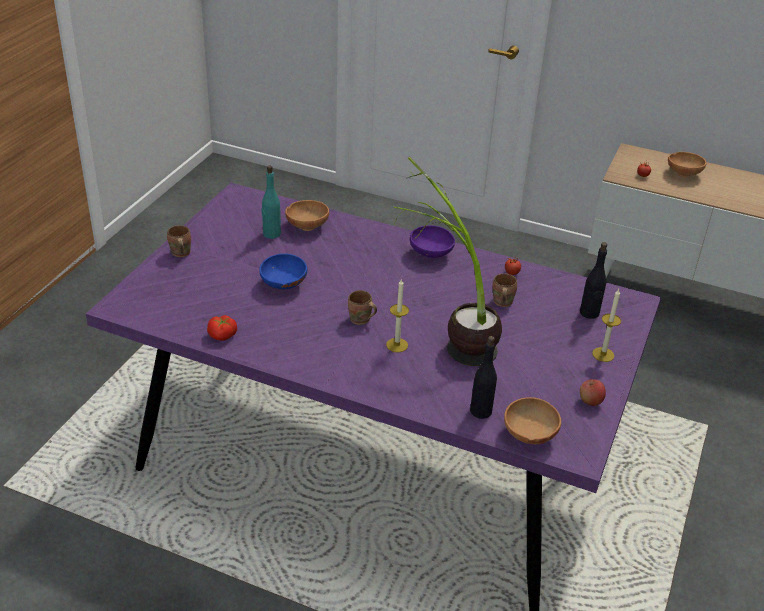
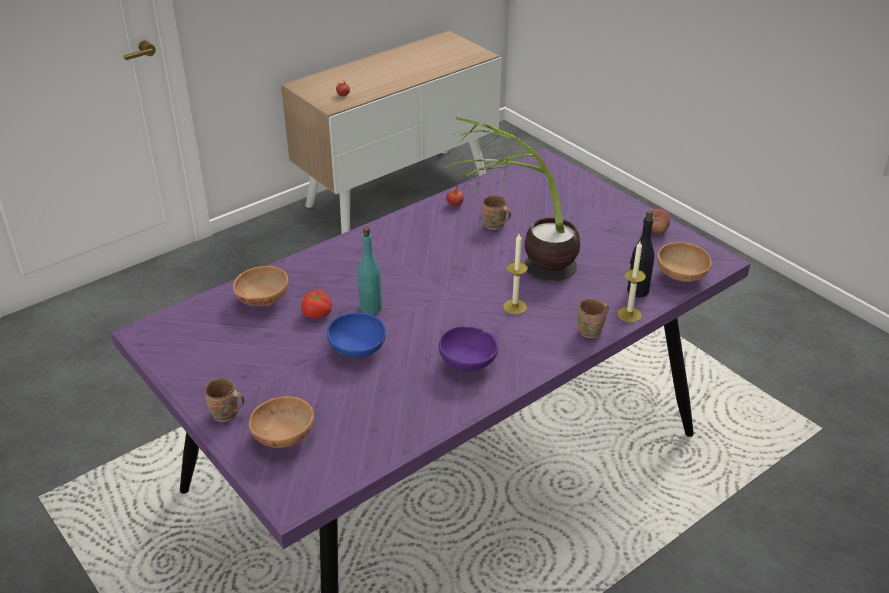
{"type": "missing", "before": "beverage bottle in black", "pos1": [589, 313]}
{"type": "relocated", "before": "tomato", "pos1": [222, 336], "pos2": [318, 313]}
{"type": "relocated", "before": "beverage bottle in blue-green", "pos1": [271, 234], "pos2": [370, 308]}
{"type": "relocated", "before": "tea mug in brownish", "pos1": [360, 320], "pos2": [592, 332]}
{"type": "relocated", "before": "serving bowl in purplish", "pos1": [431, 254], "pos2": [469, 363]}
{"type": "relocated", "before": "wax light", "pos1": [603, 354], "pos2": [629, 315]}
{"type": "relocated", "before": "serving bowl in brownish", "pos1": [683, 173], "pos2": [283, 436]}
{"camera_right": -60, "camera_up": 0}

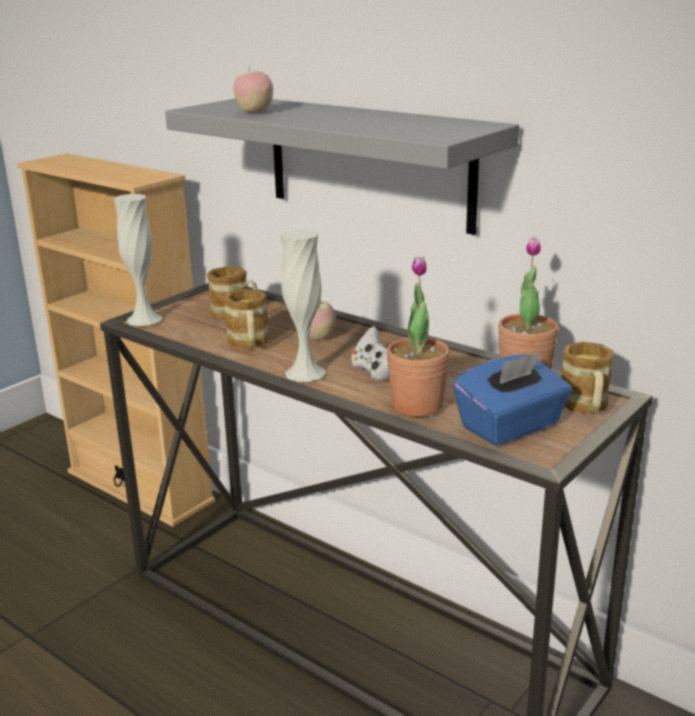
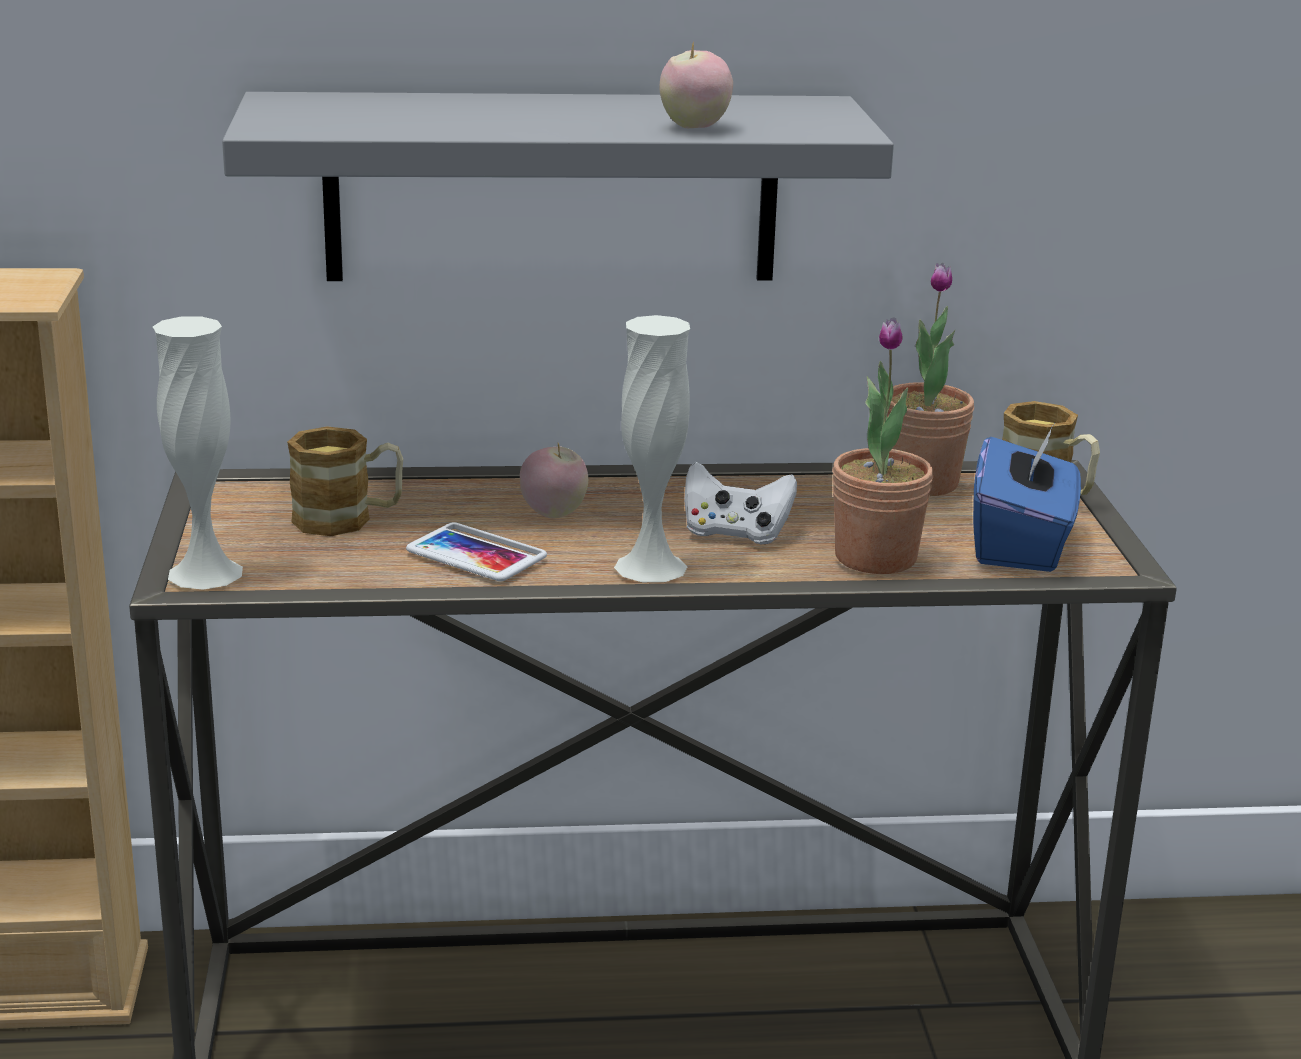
{"type": "relocated", "before": "apple", "pos1": [254, 112], "pos2": [694, 127]}
{"type": "exchanged", "before": "tea mug", "after": "phone", "pos1": [249, 343], "pos2": [476, 554]}
{"camera_right": -45, "camera_up": 0}

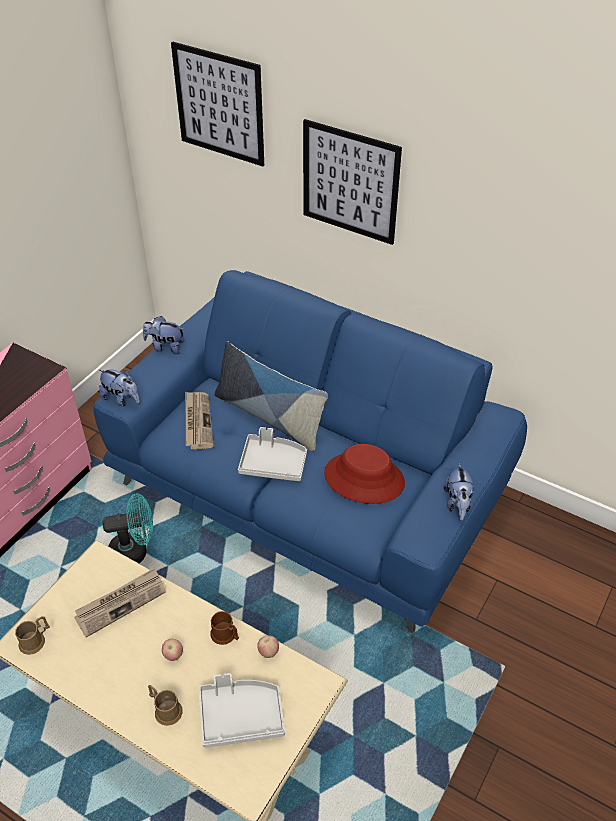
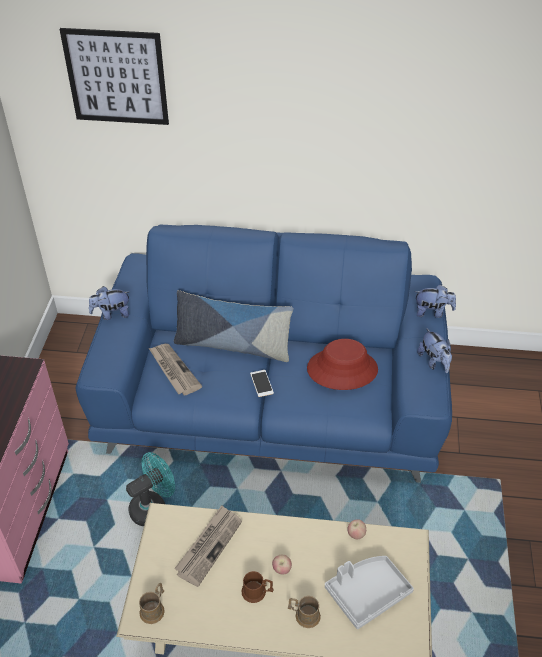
{"type": "missing", "before": "wall picture", "pos1": [350, 182]}
{"type": "relocated", "before": "plush toy", "pos1": [121, 399], "pos2": [432, 312]}
{"type": "relocated", "before": "tea mug in brownish", "pos1": [226, 635], "pos2": [257, 592]}
{"type": "exchanged", "before": "tray in gray", "after": "phone", "pos1": [273, 464], "pos2": [261, 383]}
{"camera_right": -25, "camera_up": 0}

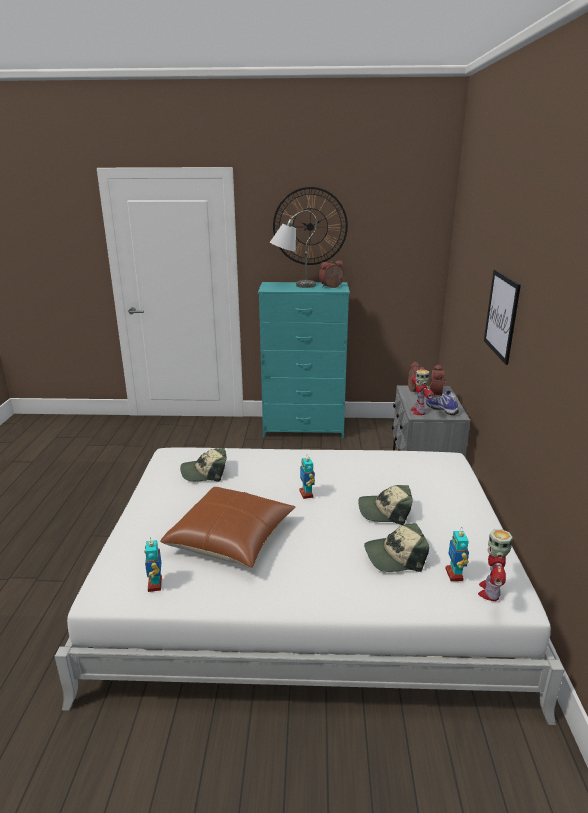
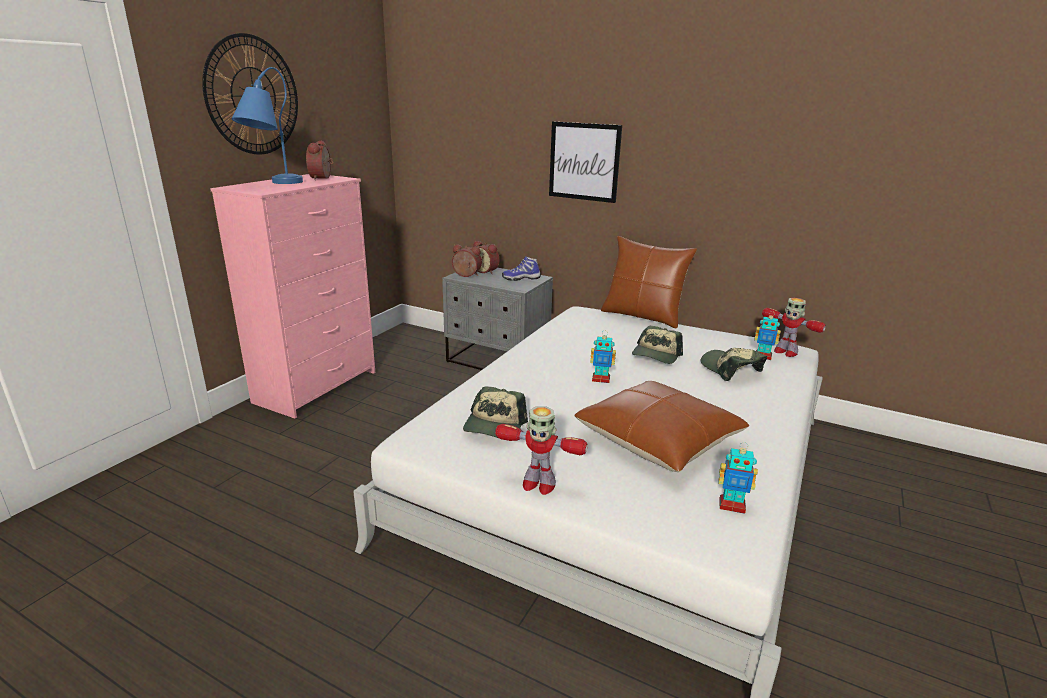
{"type": "appeared", "after": "pillow in brownish", "pos2": [642, 316]}
{"type": "relocated", "before": "robot figure", "pos1": [418, 411], "pos2": [538, 484]}
{"type": "colour", "before": "drawer chest in blue-green", "after": "drawer chest in pink-coloured", "pos1": [304, 428], "pos2": [318, 387]}
{"type": "colour", "before": "lamp for a table in gray", "after": "lamp for a table in bluish", "pos1": [292, 286], "pos2": [273, 184]}
{"type": "spun", "before": "baseball cap", "pos1": [395, 556], "pos2": [730, 369], "turn": 135}
{"camera_right": -65, "camera_up": 0}

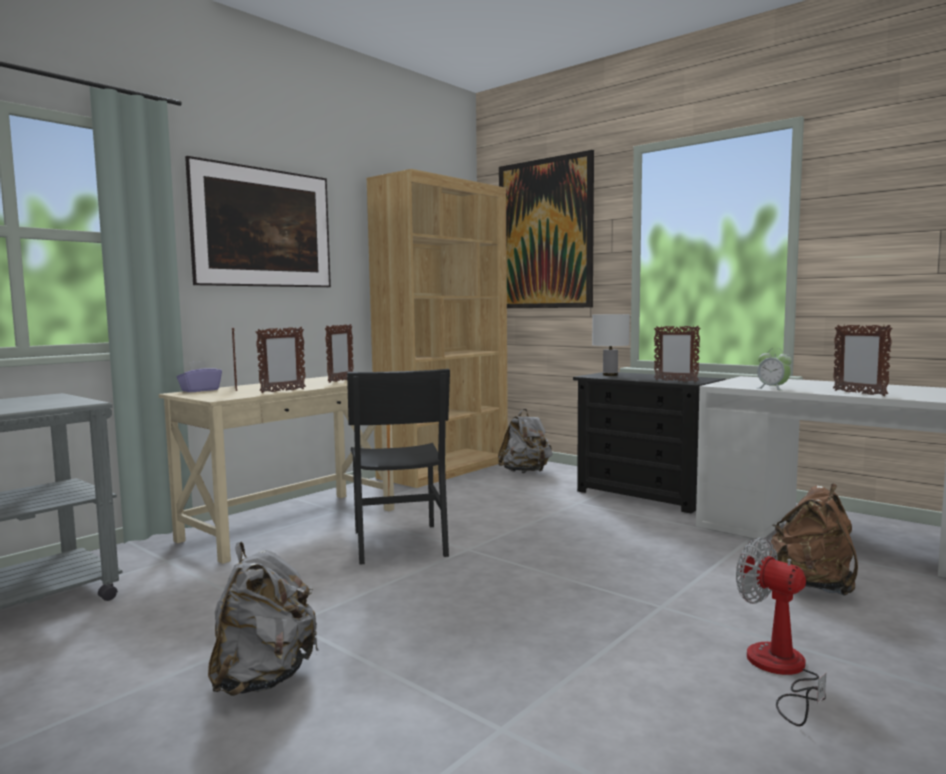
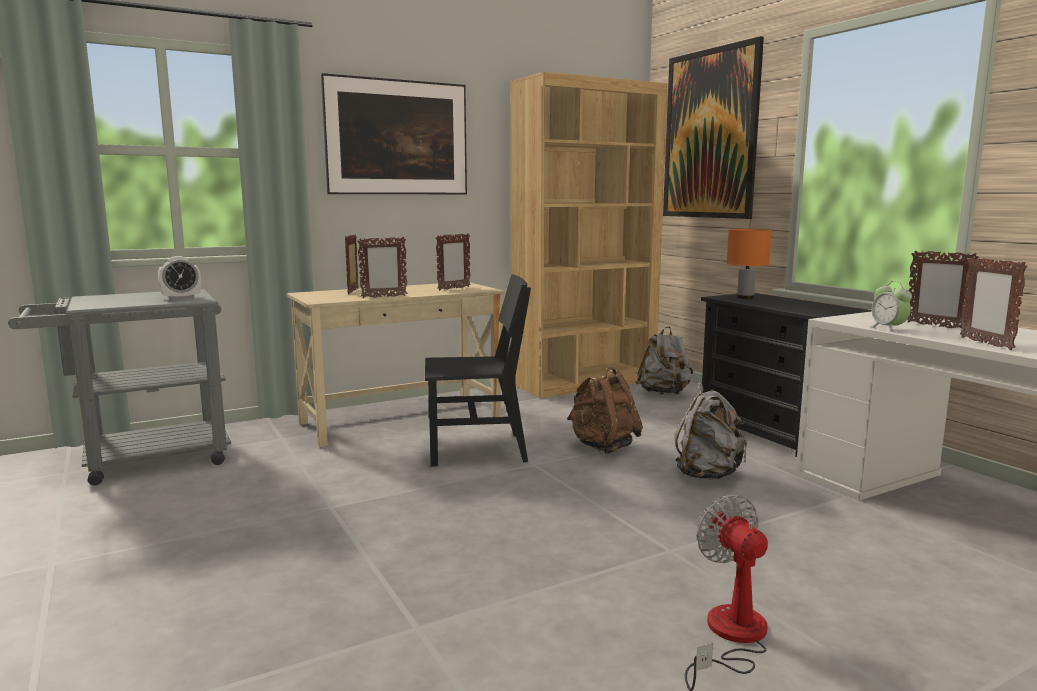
{"type": "missing", "before": "box of tissues in purplish", "pos1": [200, 390]}
{"type": "appeared", "after": "table clock", "pos2": [181, 298]}
{"type": "relocated", "before": "backpack in gray", "pos1": [263, 678], "pos2": [707, 475]}
{"type": "relocated", "before": "photo frame", "pos1": [675, 381], "pos2": [935, 326]}
{"type": "relocated", "before": "backpack in brownish", "pos1": [813, 585], "pos2": [603, 447]}
{"type": "colour", "before": "lamp for a table in whitish", "after": "lamp for a table in orange", "pos1": [610, 375], "pos2": [745, 297]}
{"type": "spun", "before": "upright chair in black", "pos1": [399, 543], "pos2": [477, 449], "turn": -105}
{"camera_right": 20, "camera_up": 5}

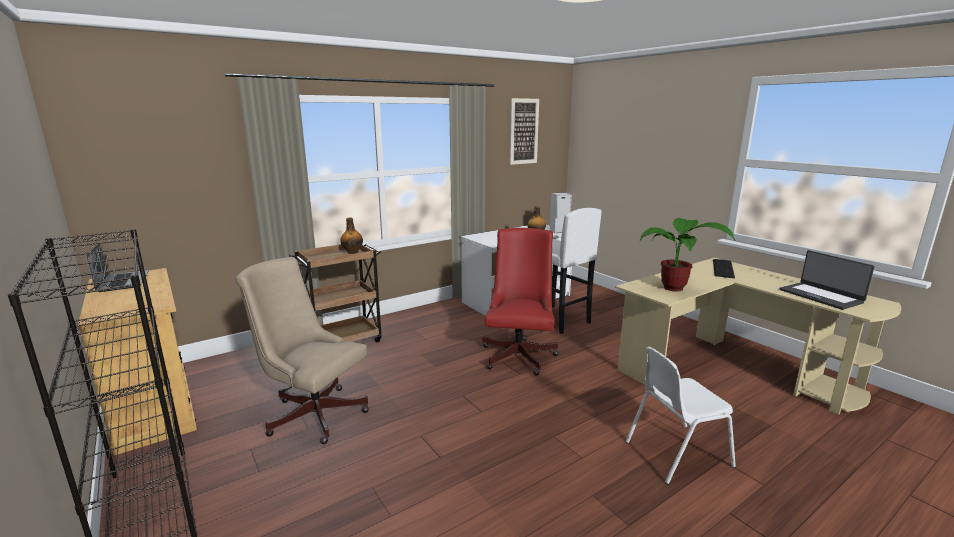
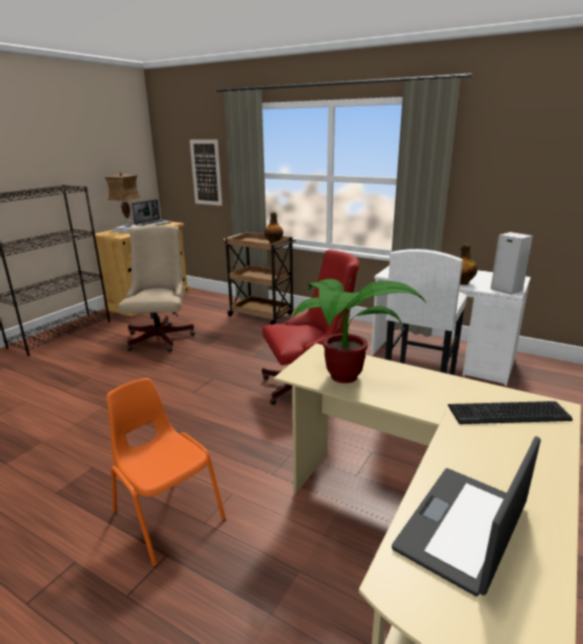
{"type": "appeared", "after": "lamp for a table", "pos2": [128, 230]}
{"type": "relocated", "before": "wall picture", "pos1": [524, 131], "pos2": [206, 172]}
{"type": "colour", "before": "upright chair in whitish", "after": "upright chair in orange", "pos1": [675, 453], "pos2": [167, 515]}
{"camera_right": 65, "camera_up": 5}

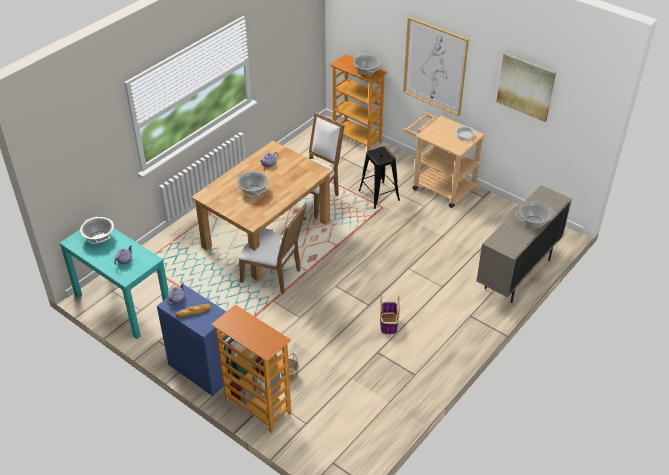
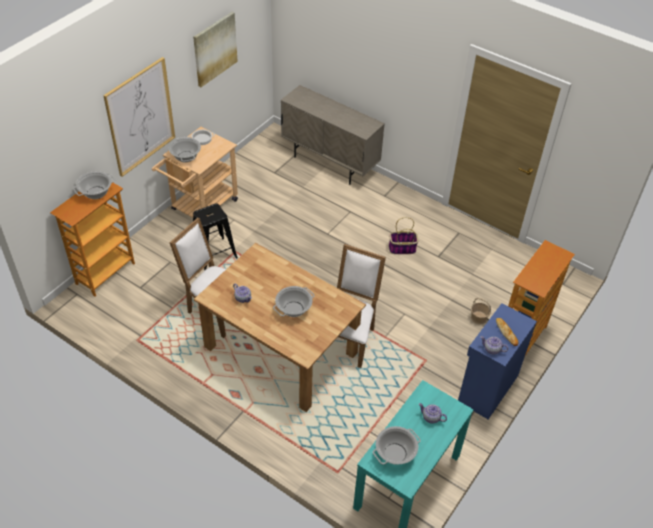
{"type": "relocated", "before": "stockpot", "pos1": [533, 222], "pos2": [186, 157]}
{"camera_right": -95, "camera_up": 5}

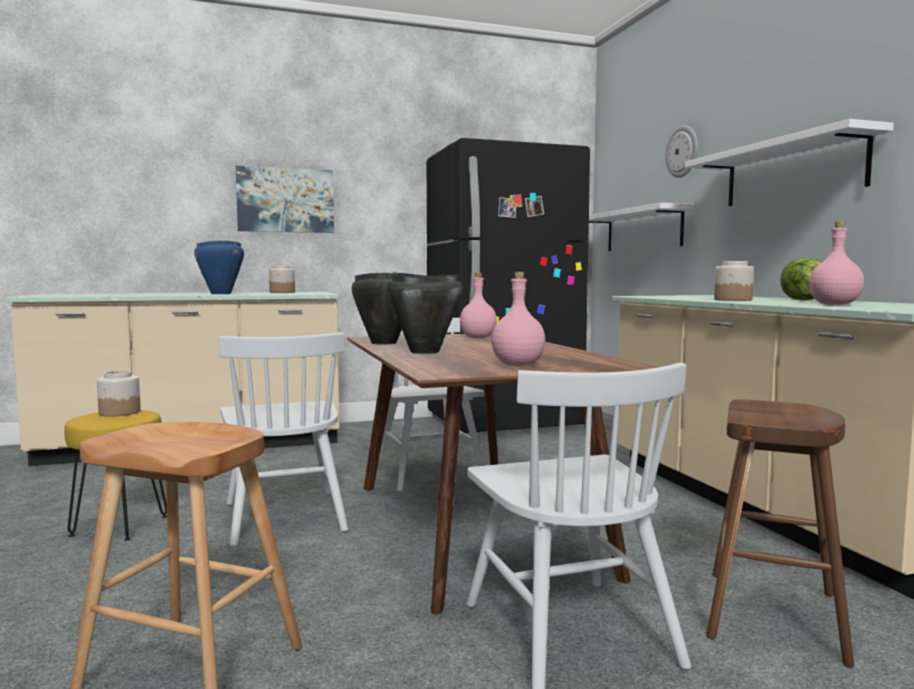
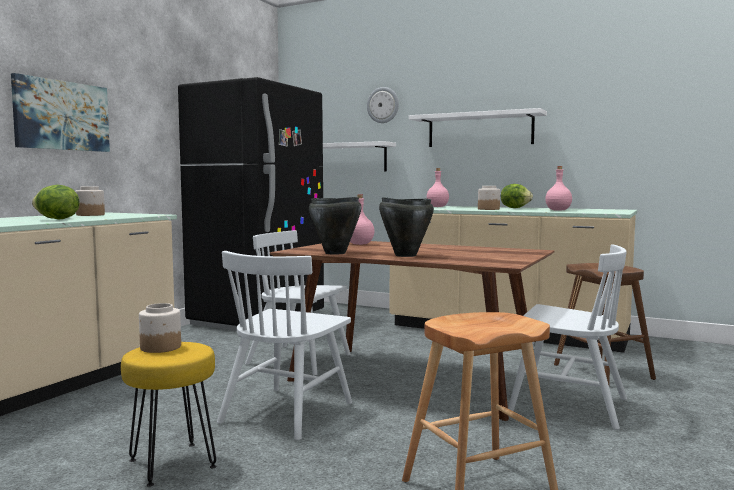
{"type": "relocated", "before": "beverage bottle in pink-coloured", "pos1": [519, 365], "pos2": [438, 207]}
{"type": "exchanged", "before": "stockpot in bluish", "after": "head of lettuce", "pos1": [220, 294], "pos2": [56, 219]}
{"type": "spun", "before": "upright chair in whitish", "pos1": [284, 516], "pos2": [287, 412], "turn": 90}
{"camera_right": -45, "camera_up": 0}

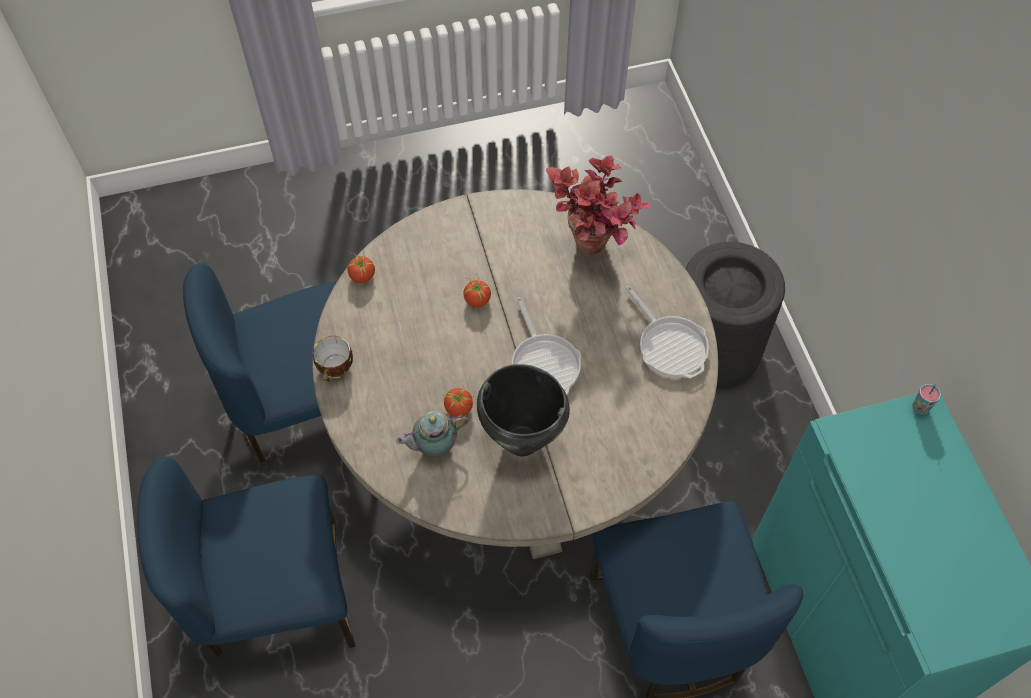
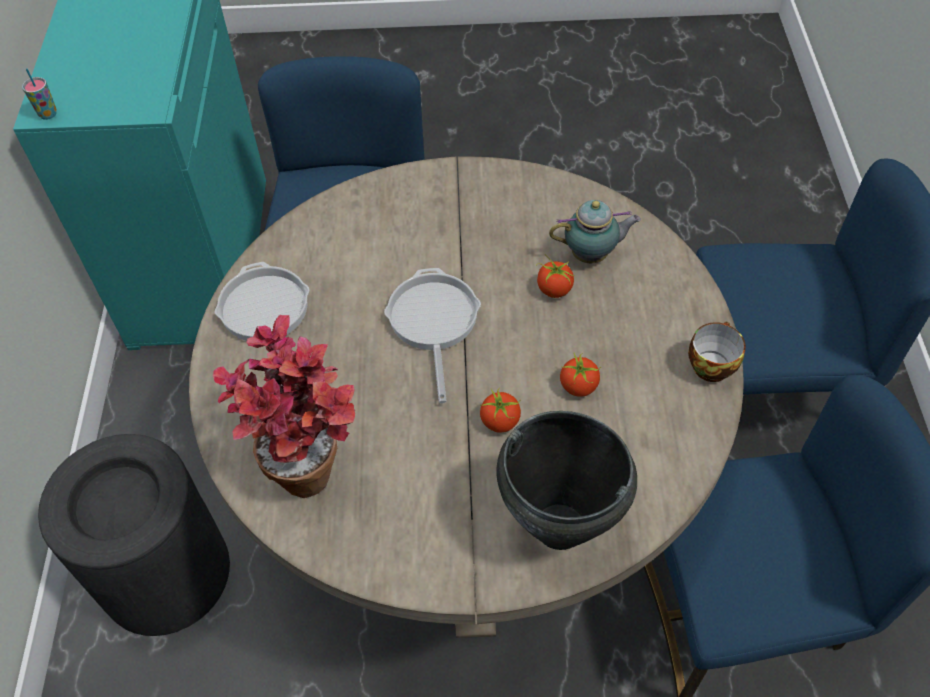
{"type": "relocated", "before": "tomato", "pos1": [362, 276], "pos2": [579, 387]}
{"type": "relocated", "before": "stockpot in black", "pos1": [522, 440], "pos2": [560, 528]}
{"camera_right": -165, "camera_up": -5}

